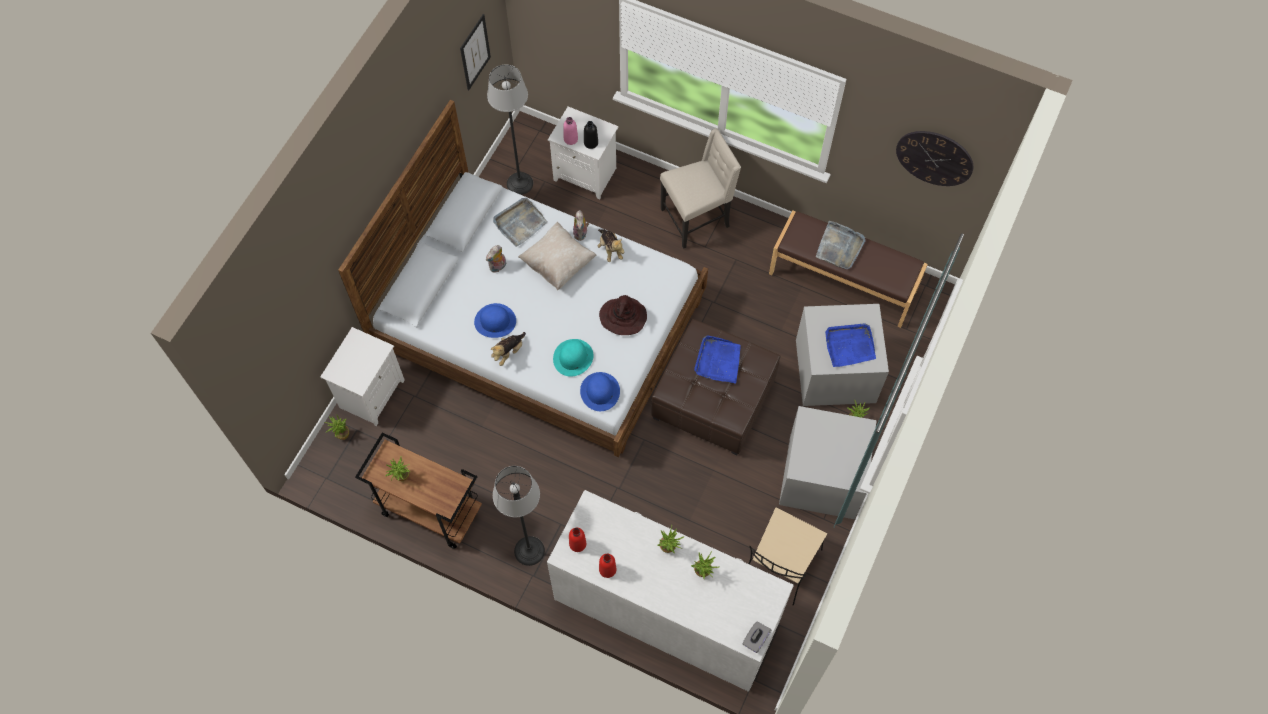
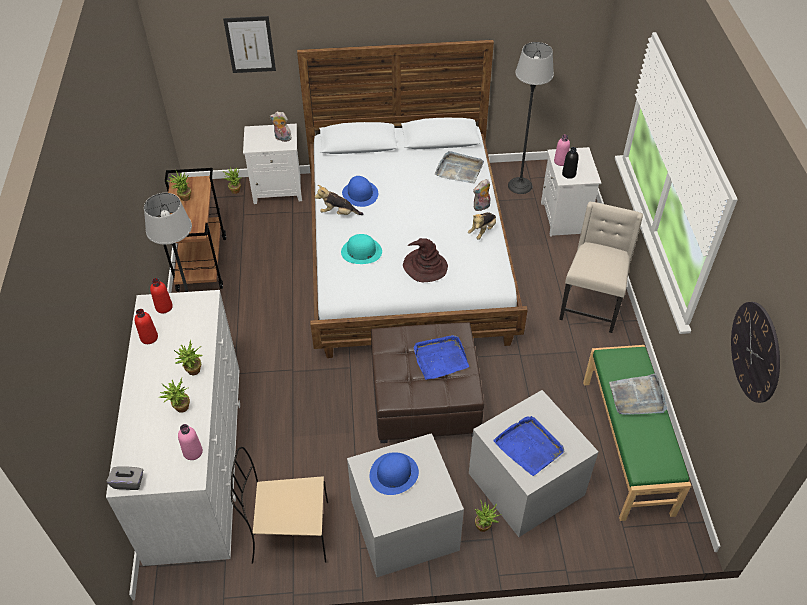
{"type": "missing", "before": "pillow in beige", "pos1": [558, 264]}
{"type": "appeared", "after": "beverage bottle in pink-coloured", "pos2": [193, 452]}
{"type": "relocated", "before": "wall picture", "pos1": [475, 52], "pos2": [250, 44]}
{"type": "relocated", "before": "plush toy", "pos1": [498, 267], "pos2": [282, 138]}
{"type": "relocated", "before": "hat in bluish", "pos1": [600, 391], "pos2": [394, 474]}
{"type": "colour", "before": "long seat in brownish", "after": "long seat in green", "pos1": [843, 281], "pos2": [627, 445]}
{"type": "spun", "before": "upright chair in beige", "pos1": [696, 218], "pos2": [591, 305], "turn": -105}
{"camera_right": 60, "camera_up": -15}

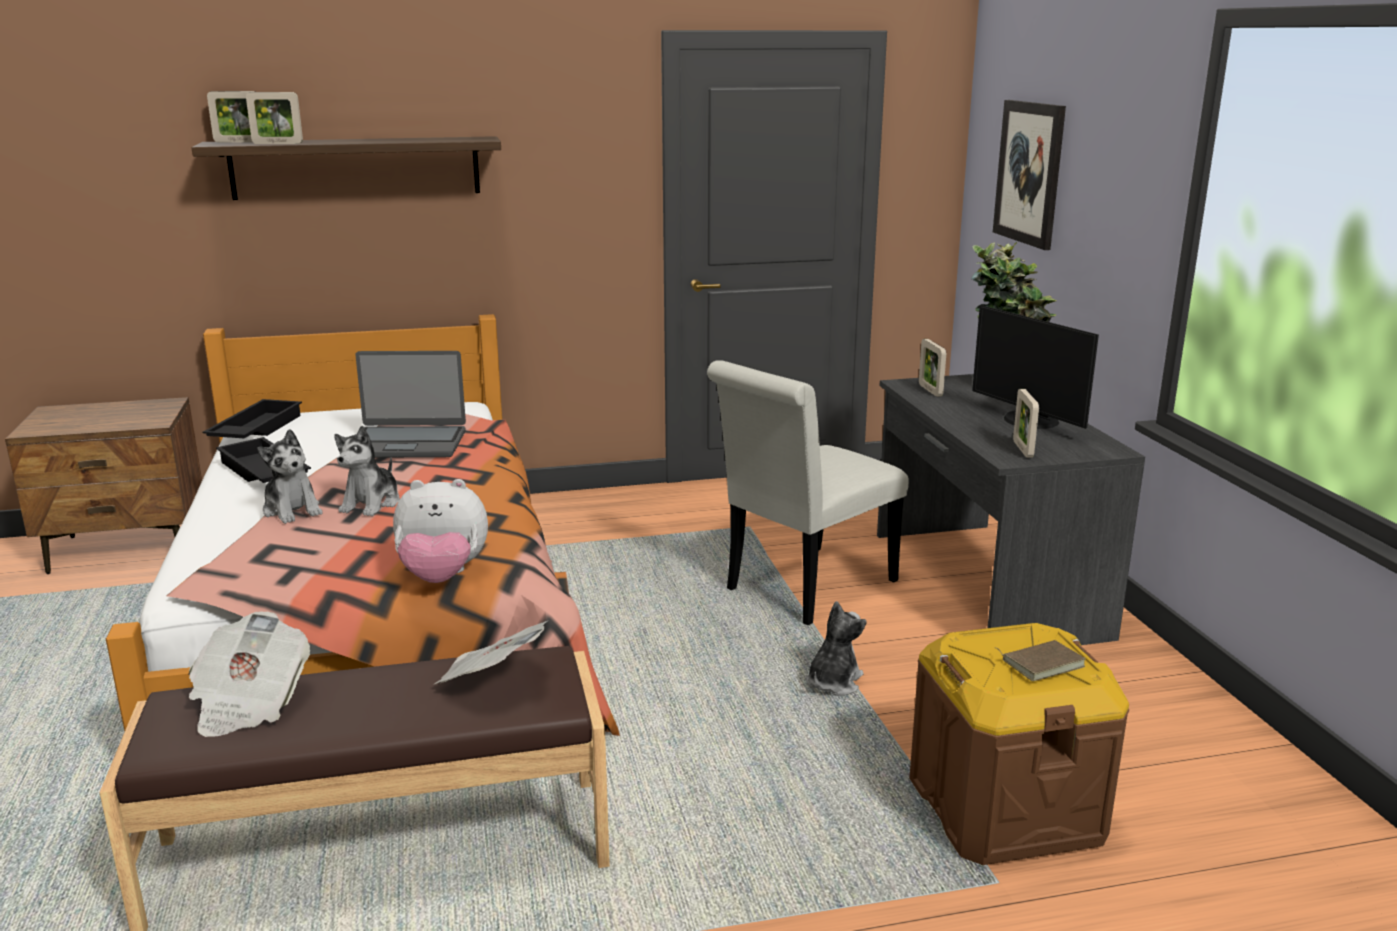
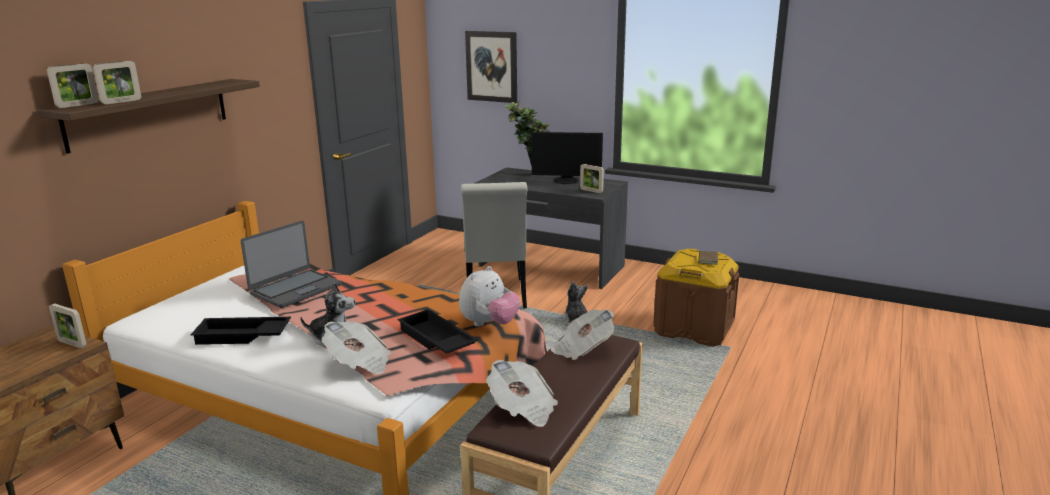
{"type": "missing", "before": "plush toy", "pos1": [371, 504]}
{"type": "appeared", "after": "printed paper", "pos2": [359, 363]}
{"type": "relocated", "before": "tray in black", "pos1": [255, 429], "pos2": [435, 340]}
{"type": "relocated", "before": "photo frame", "pos1": [930, 390], "pos2": [72, 344]}
{"camera_right": -50, "camera_up": 0}

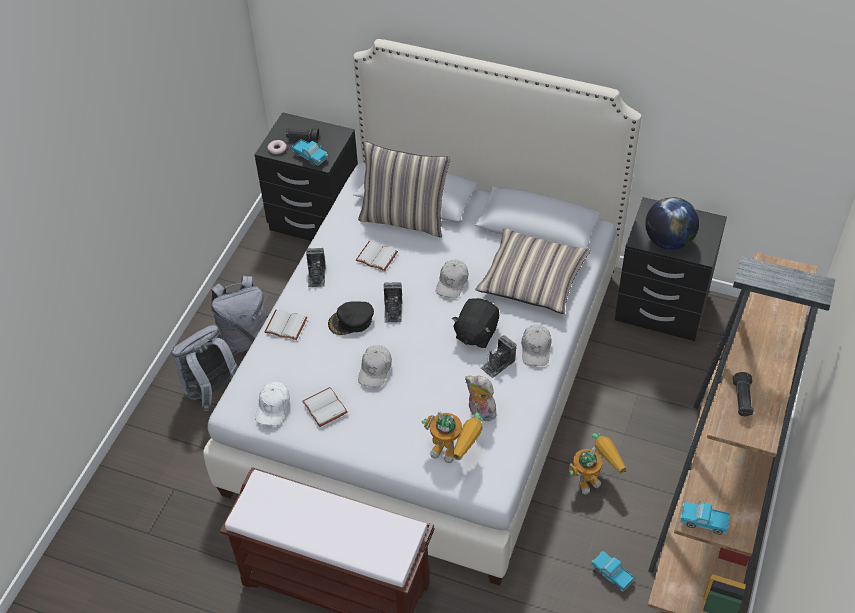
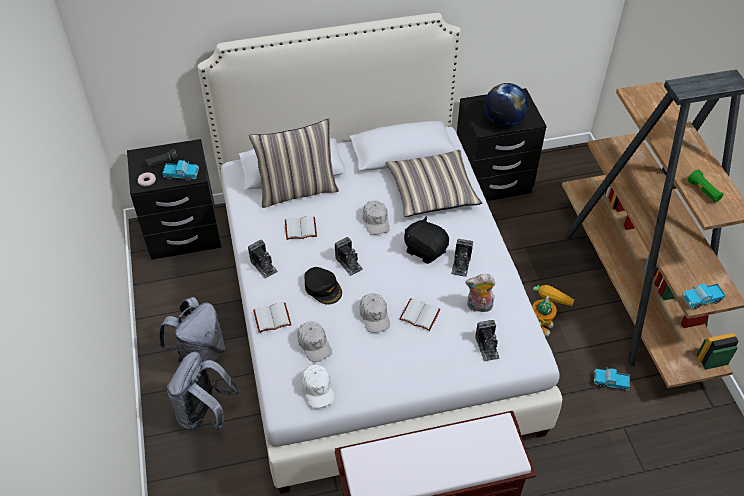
{"type": "relocated", "before": "volume in whitish", "pos1": [326, 407], "pos2": [420, 314]}
{"type": "relocated", "before": "baseball cap in whitish", "pos1": [536, 349], "pos2": [314, 344]}
{"type": "exchanged", "before": "robot figure", "after": "still camera", "pos1": [455, 453], "pos2": [487, 347]}
{"type": "colour", "before": "flashlight in black", "after": "flashlight in green", "pos1": [742, 400], "pos2": [703, 192]}
{"type": "spun", "before": "baseball cap in black", "pos1": [351, 321], "pos2": [323, 288], "turn": -75}
{"type": "spun", "before": "plush toy in black", "pos1": [475, 333], "pos2": [425, 250], "turn": 135}
{"camera_right": -35, "camera_up": 0}

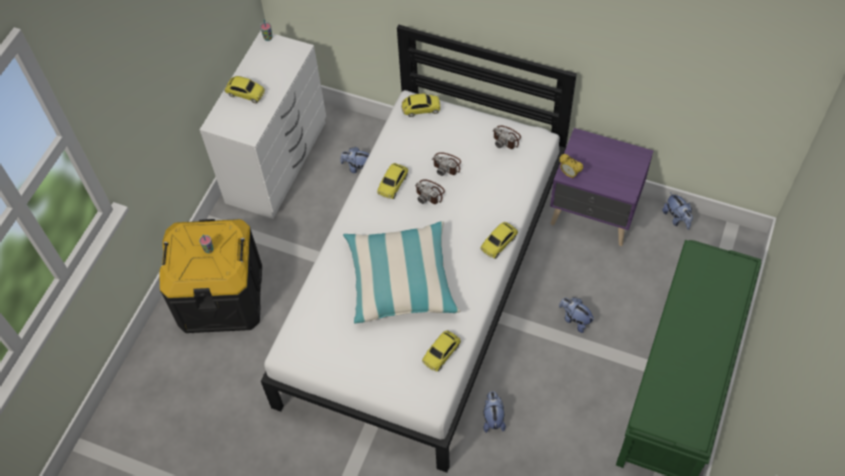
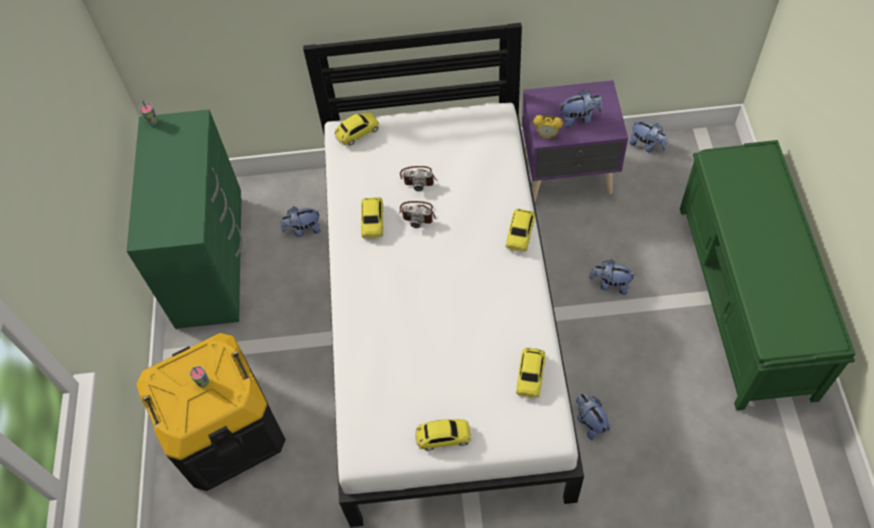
{"type": "missing", "before": "pillow", "pos1": [401, 280]}
{"type": "missing", "before": "still camera", "pos1": [506, 138]}
{"type": "appeared", "after": "plush toy", "pos2": [579, 119]}
{"type": "relocated", "before": "toy car", "pos1": [245, 93], "pos2": [443, 437]}
{"type": "colour", "before": "drawer chest in whitish", "after": "drawer chest in green", "pos1": [278, 162], "pos2": [212, 259]}
{"camera_right": -25, "camera_up": 0}

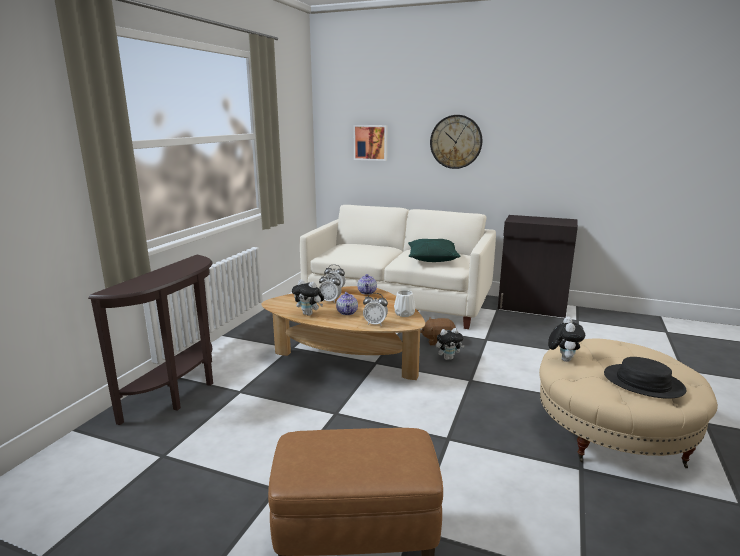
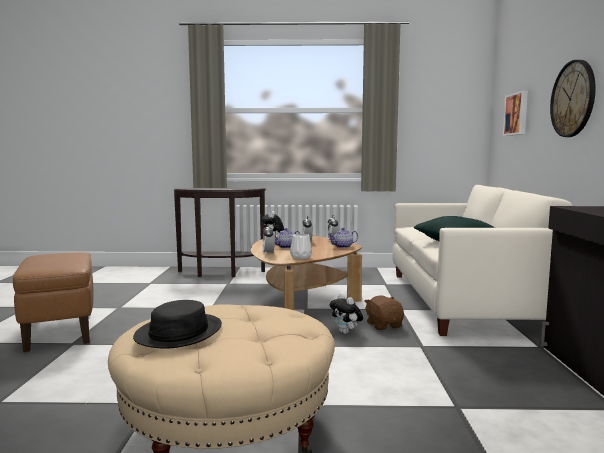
{"type": "missing", "before": "plush toy", "pos1": [563, 359]}
{"camera_right": 70, "camera_up": -10}

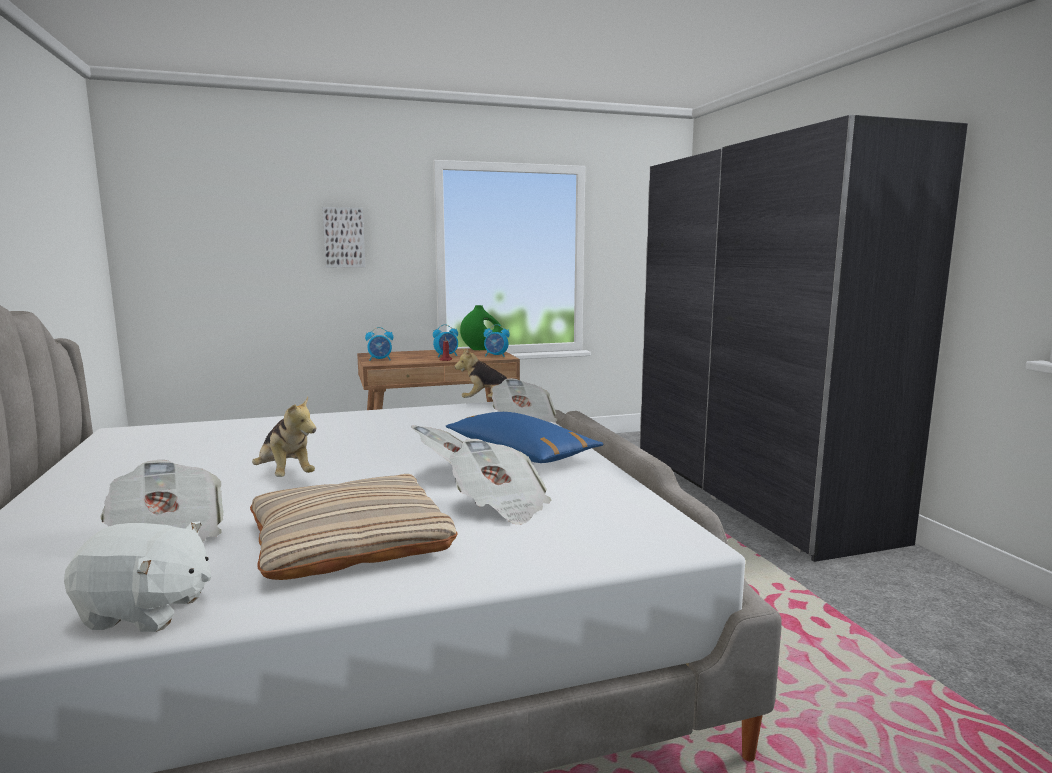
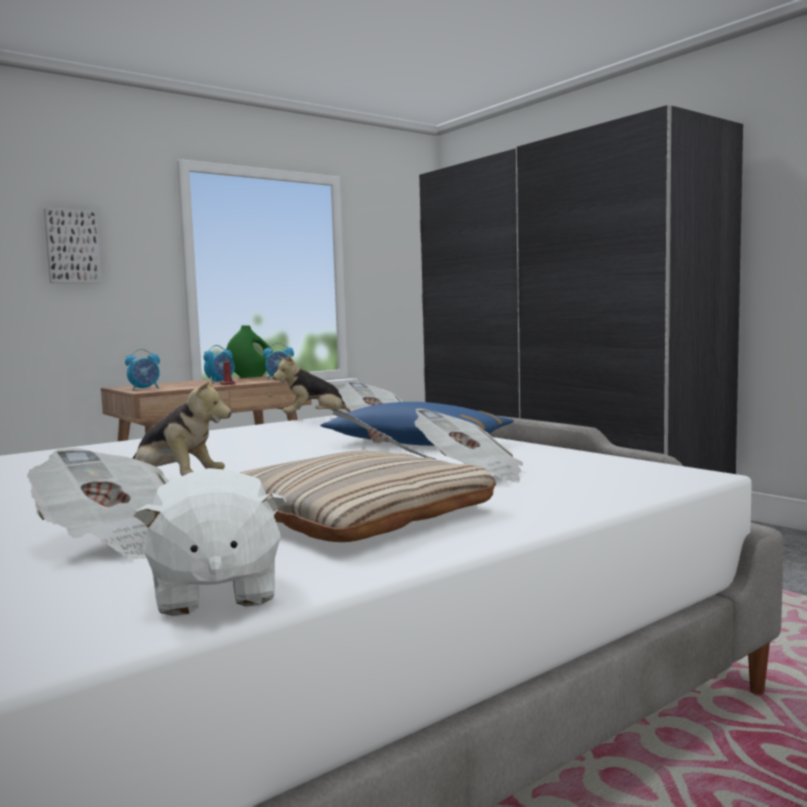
{"type": "spun", "before": "plush toy in whitish", "pos1": [146, 611], "pos2": [214, 592], "turn": 90}
{"camera_right": -20, "camera_up": -5}

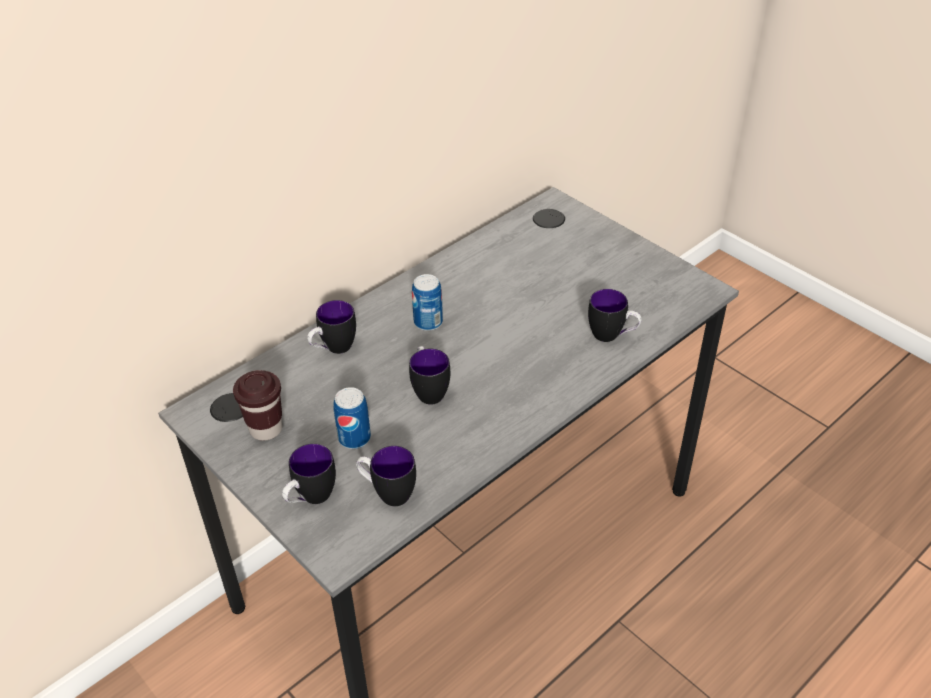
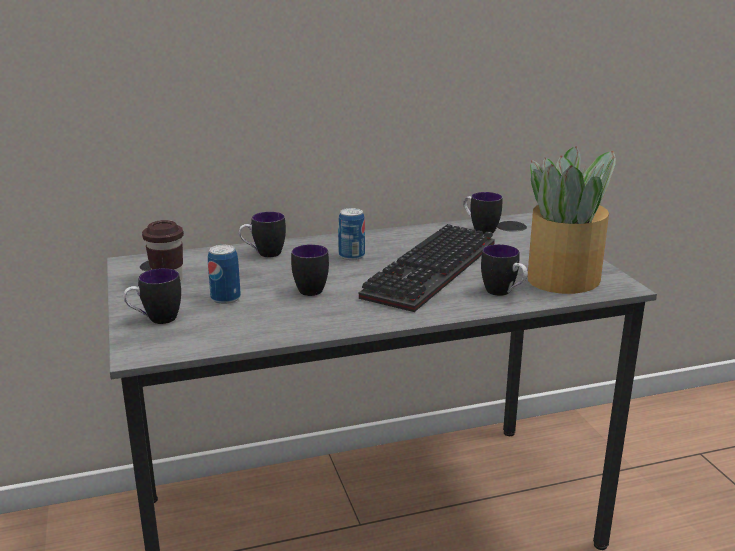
{"type": "appeared", "after": "PC keyboard", "pos2": [433, 272]}
{"type": "appeared", "after": "plant in a pot", "pos2": [565, 278]}
{"type": "relocated", "before": "tea mug", "pos1": [387, 493], "pos2": [479, 229]}
{"camera_right": 25, "camera_up": -20}

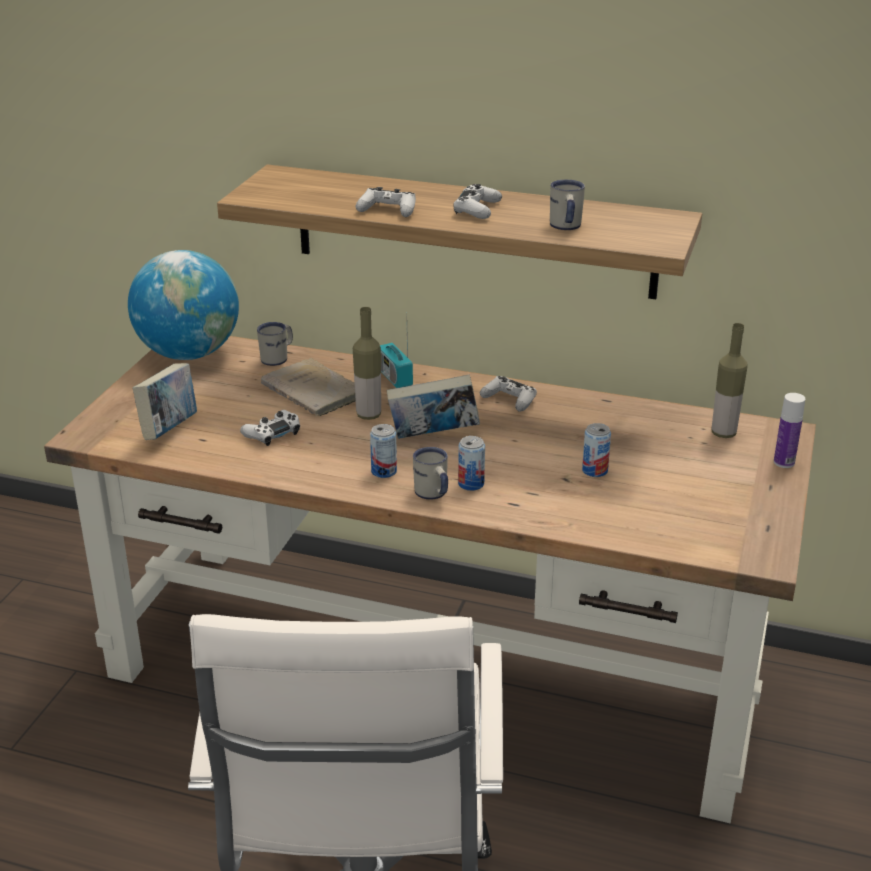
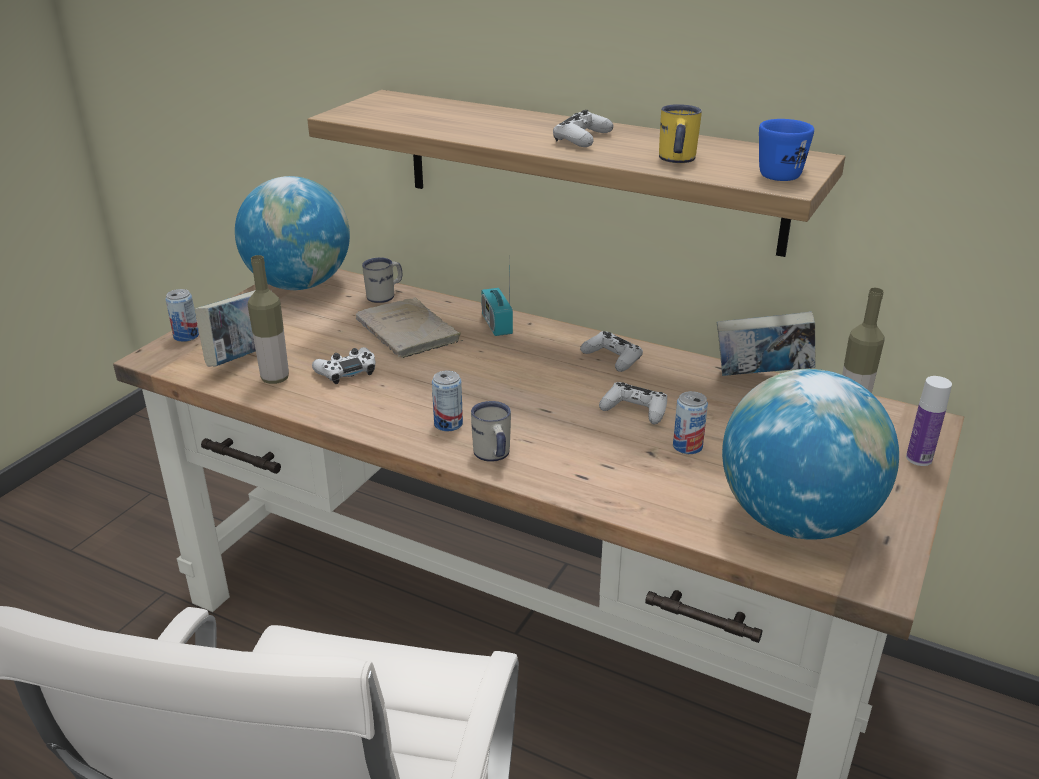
{"type": "appeared", "after": "globe", "pos2": [795, 520]}
{"type": "appeared", "after": "tea mug in bluish", "pos2": [785, 174]}
{"type": "relocated", "before": "beverage bottle", "pos1": [368, 415], "pos2": [275, 378]}
{"type": "relocated", "before": "game controller in whitish", "pos1": [388, 210], "pos2": [635, 410]}
{"type": "relocated", "before": "volume", "pos1": [433, 437], "pos2": [761, 377]}
{"type": "relocated", "before": "can", "pos1": [471, 484], "pos2": [186, 336]}
{"type": "colour", "before": "tea mug in whitish", "after": "tea mug in yellow", "pos1": [565, 227], "pos2": [676, 160]}
{"camera_right": 10, "camera_up": 0}

